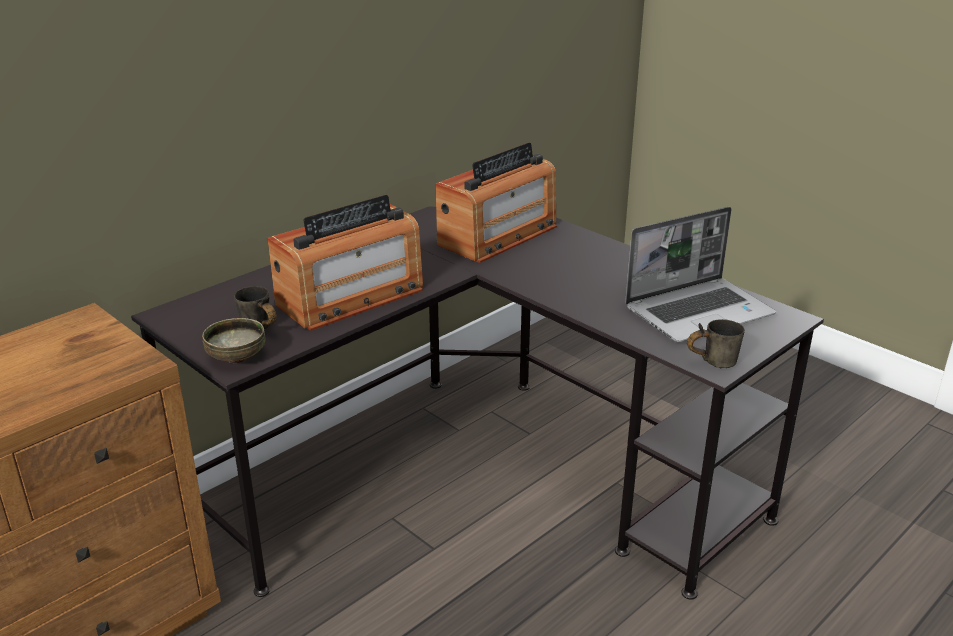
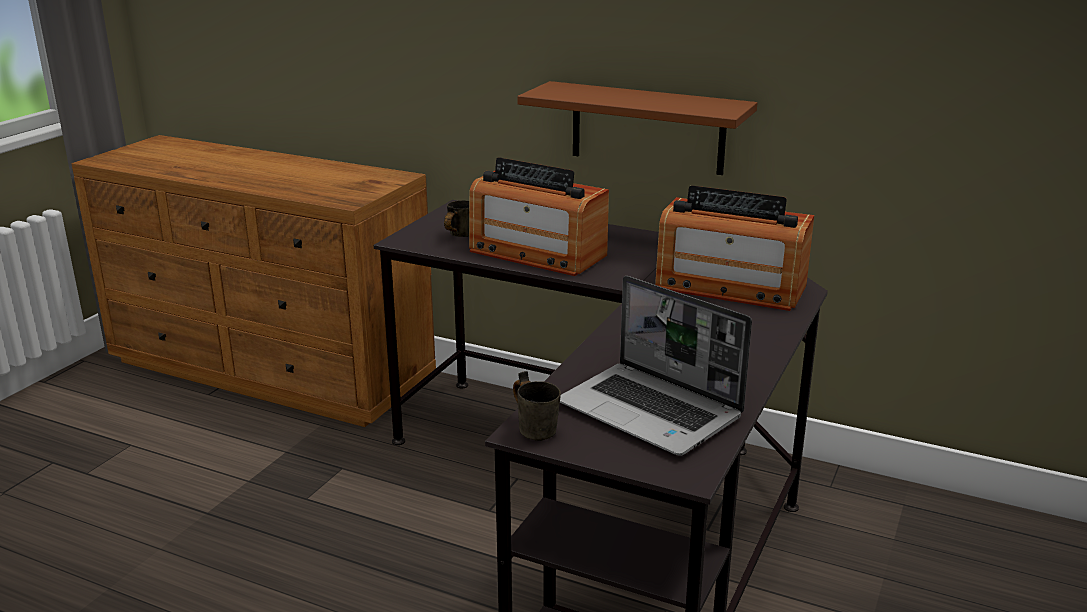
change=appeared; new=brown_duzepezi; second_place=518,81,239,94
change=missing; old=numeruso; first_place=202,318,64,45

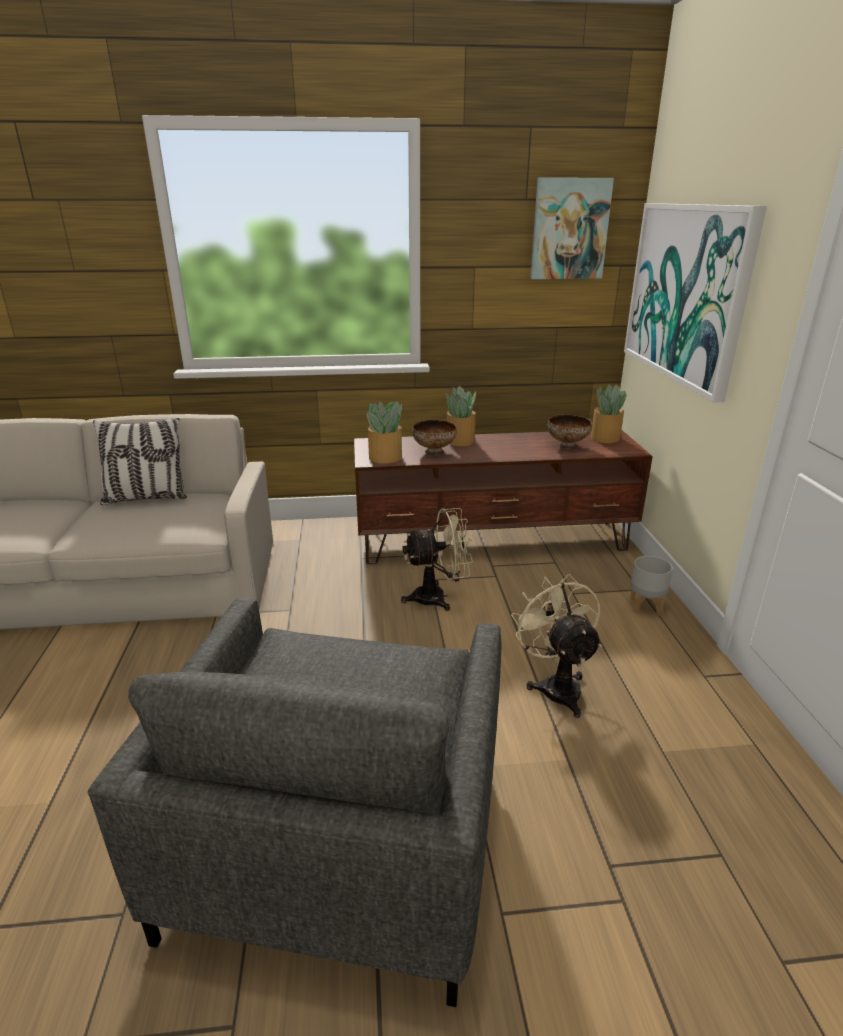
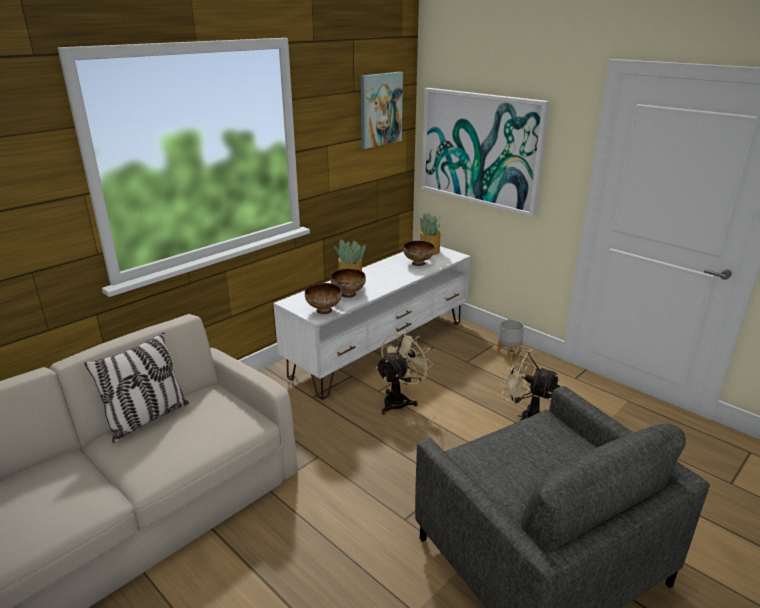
change=colour; old=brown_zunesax; new=white_zunesax; first_place=354,430,299,134; second_place=273,246,198,154
change=exchanged; old=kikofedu; new=numeruso; first_place=361,401,41,62; second_place=305,283,37,31

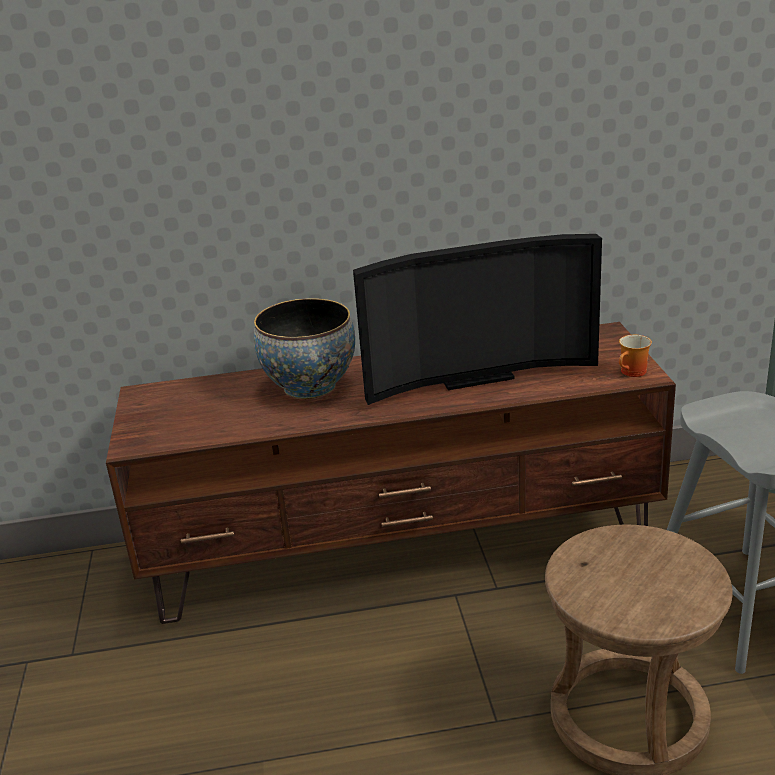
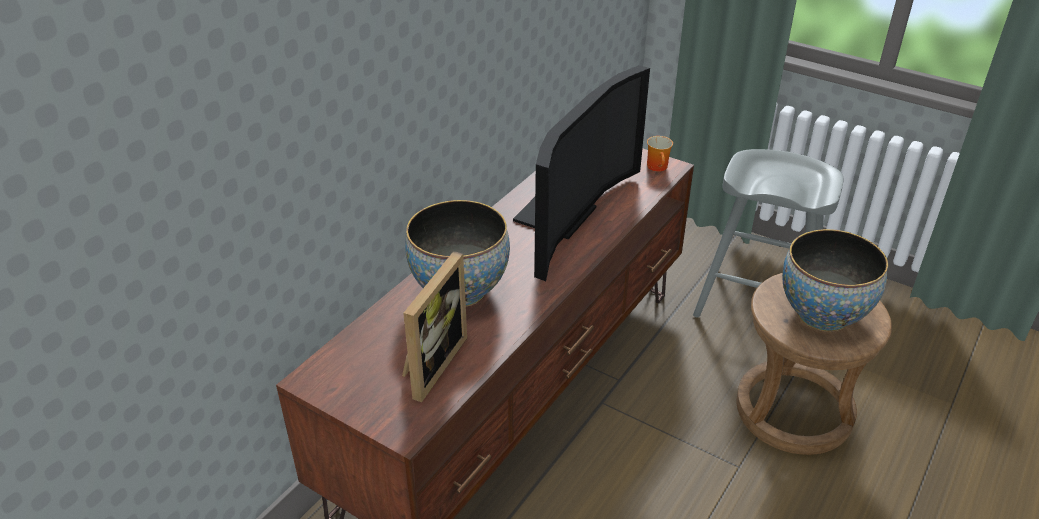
change=appeared; new=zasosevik; second_place=402,251,65,151
change=appeared; new=numeruso; second_place=782,229,106,103

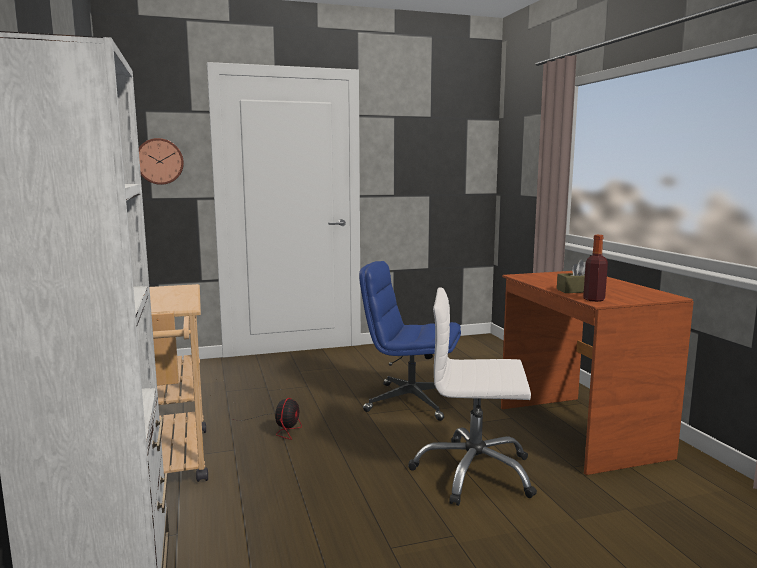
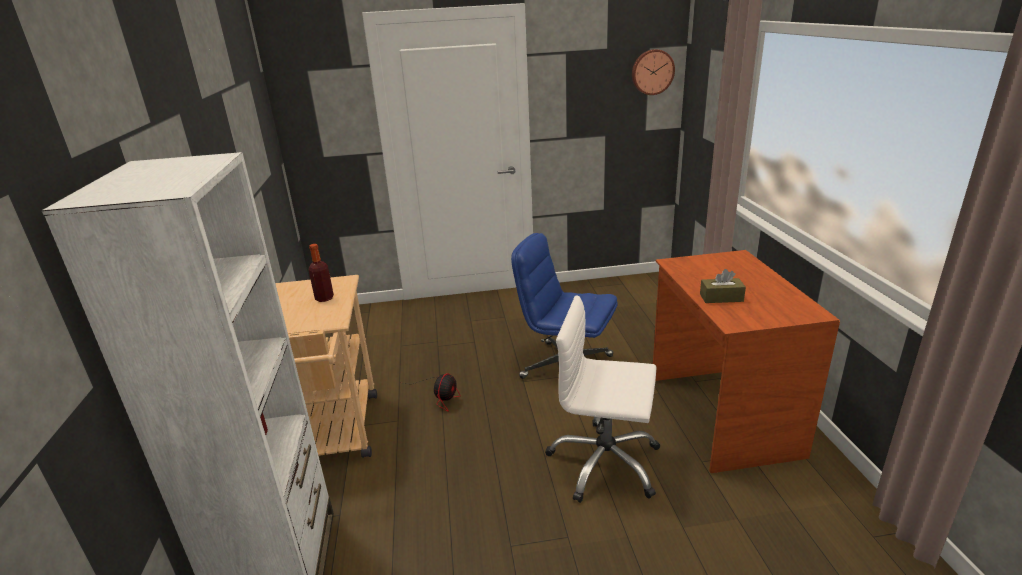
change=relocated; old=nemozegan; first_place=583,235,25,67; second_place=309,244,25,58
change=relocated; old=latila; first_place=139,138,45,47; second_place=632,49,43,46

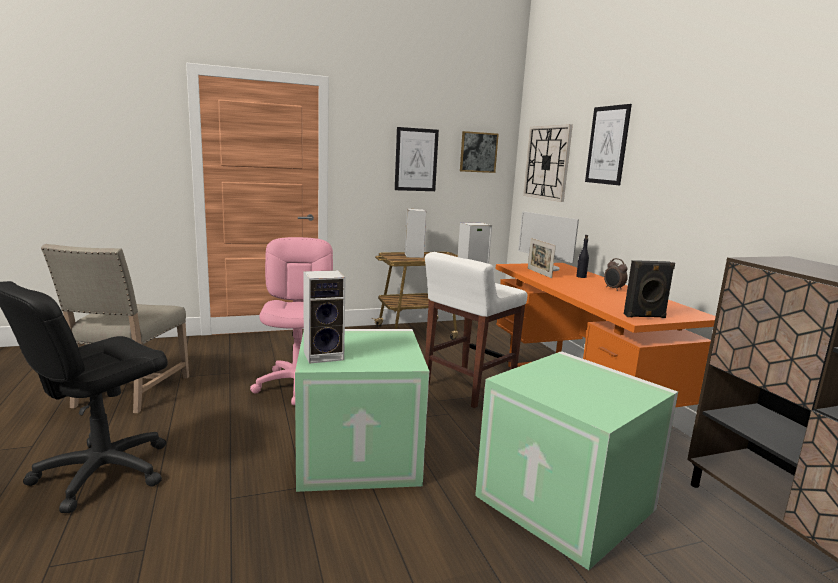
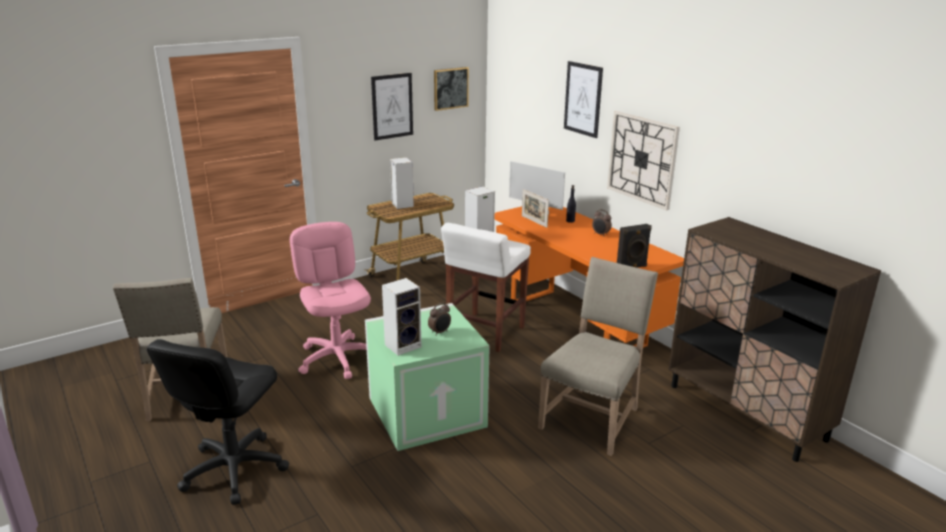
change=appeared; new=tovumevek; second_place=428,303,23,33
change=exchanged; old=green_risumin; new=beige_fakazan; first_place=475,351,203,219; second_place=538,257,120,199
change=relocated; old=latila; first_place=523,124,50,78; second_place=607,111,73,99

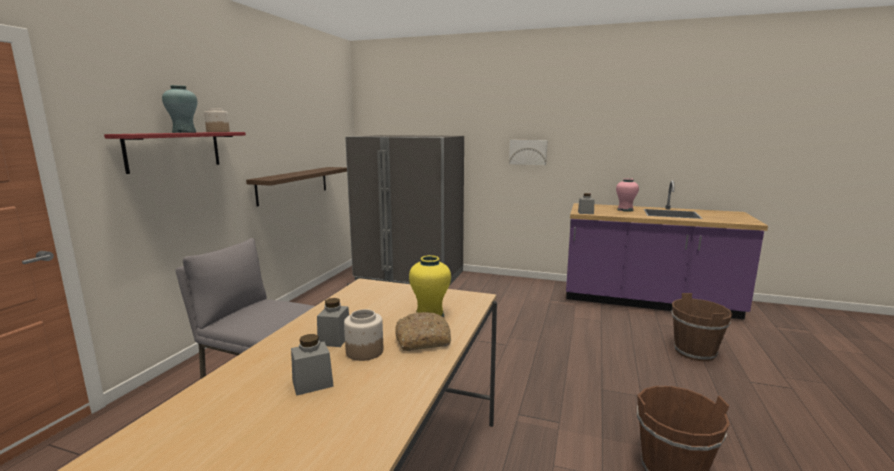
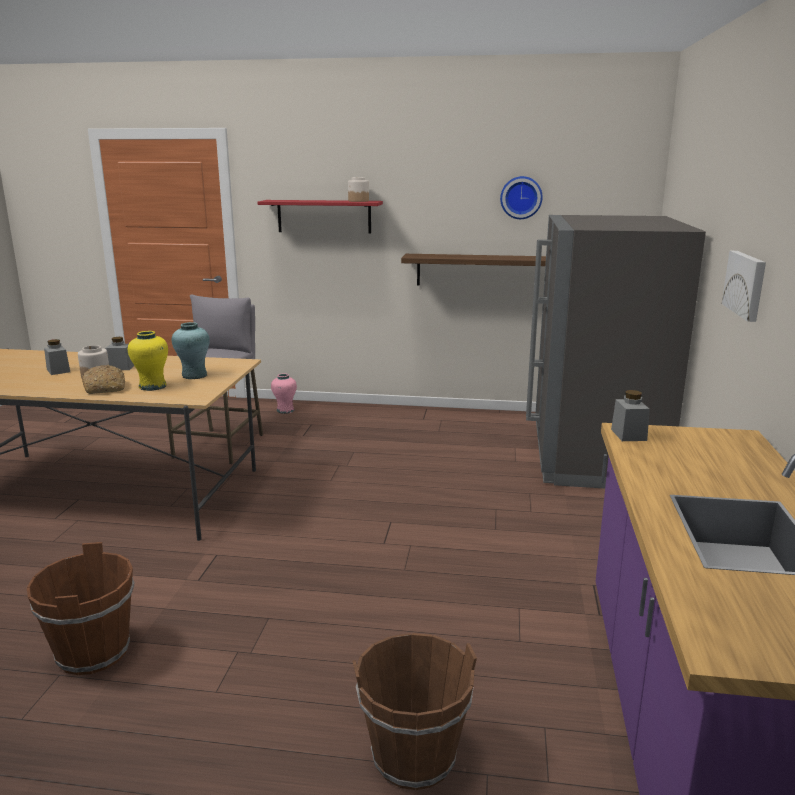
change=relocated; old=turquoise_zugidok; first_place=162,85,36,48; second_place=172,322,38,57
change=relocated; old=pink_zugidok; first_place=616,178,23,34; second_place=271,373,26,41
change=appeared; new=latila; second_place=500,176,43,43

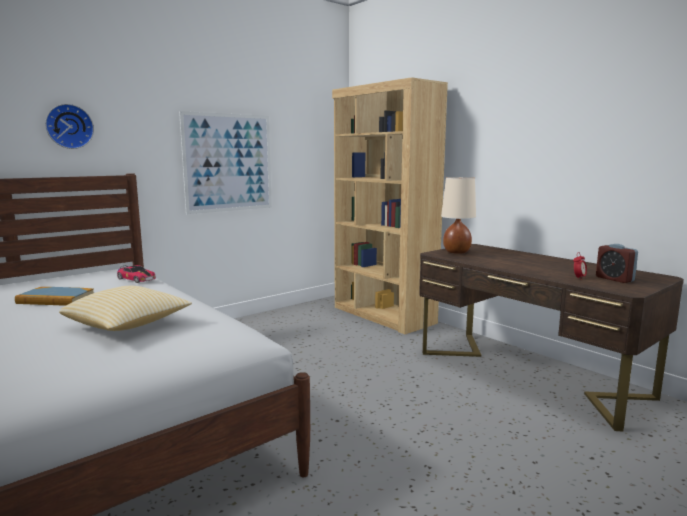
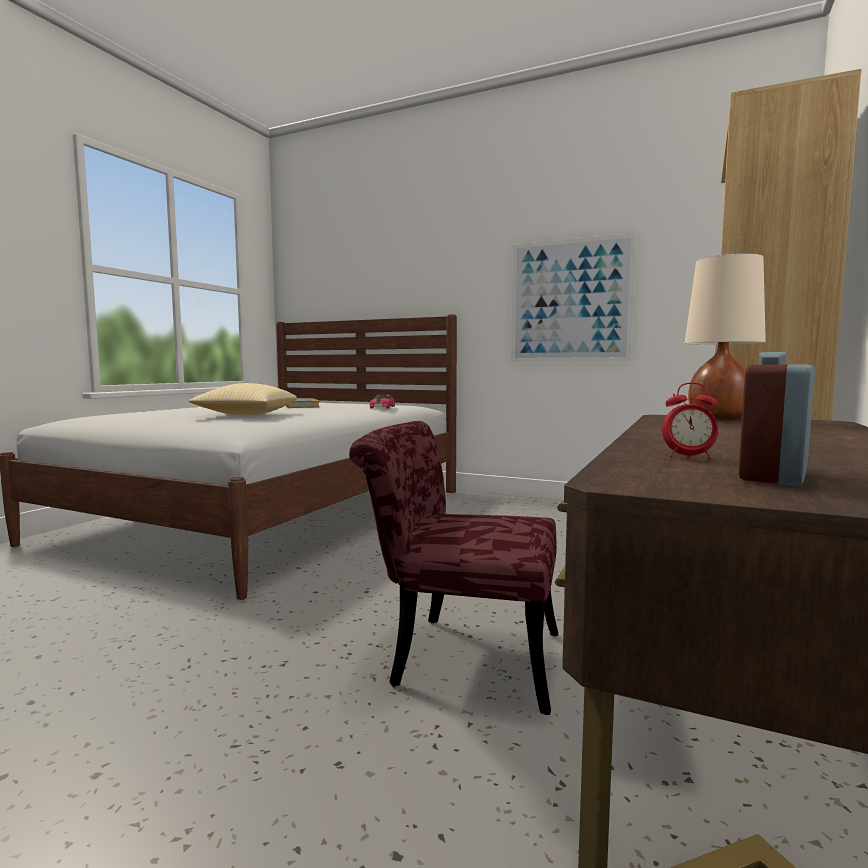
change=appeared; new=red_fakazan; second_place=349,421,209,294
change=missing; old=latila; first_place=45,104,49,45

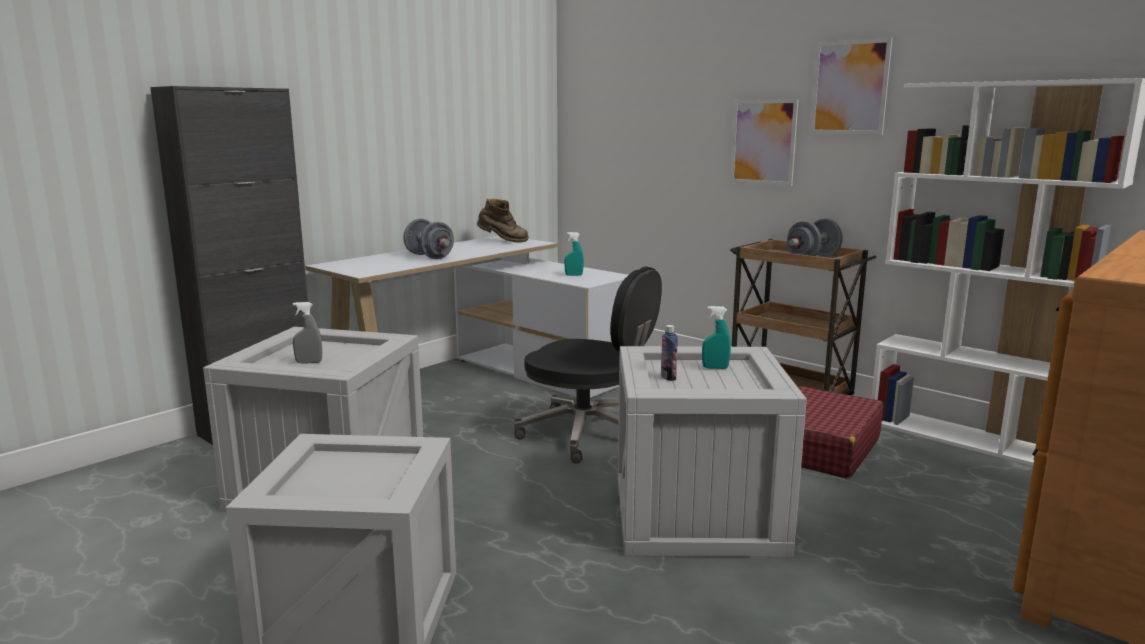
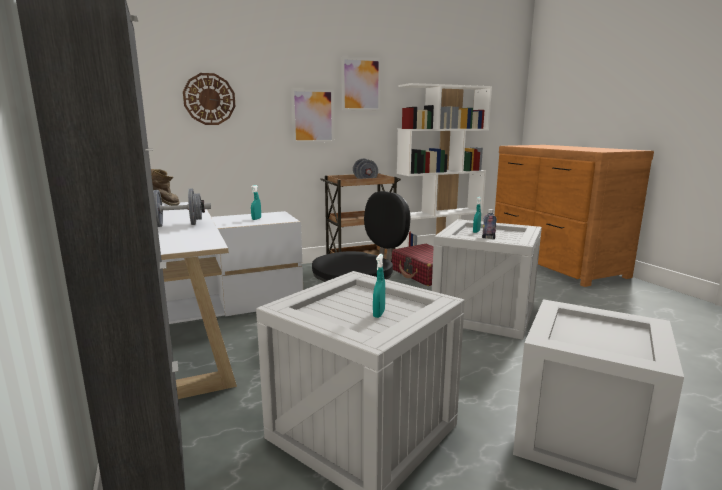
change=appeared; new=latila; second_place=183,73,53,52
change=colour; old=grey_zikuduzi; new=turquoise_zikuduzi; first_place=293,302,29,62; second_place=373,254,12,64

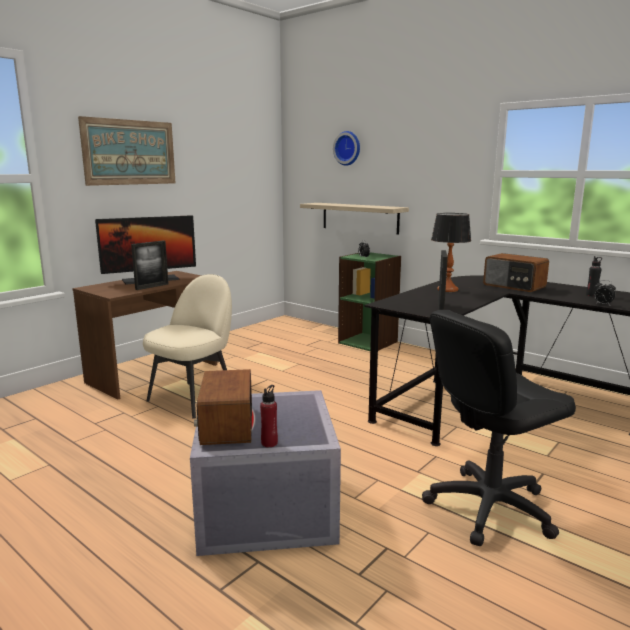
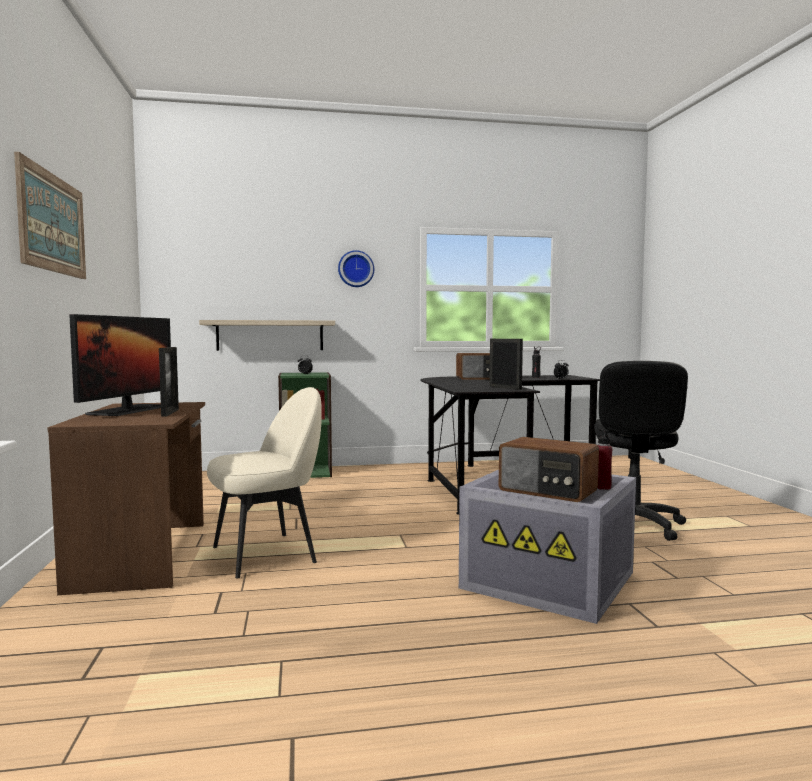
change=spun; old=beige_fakazan; first_place=143,274,89,145; second_place=207,387,115,191; degrees=75
change=relocated; old=latila; first_place=333,131,27,35; second_place=338,250,36,37
change=missing; old=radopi; first_place=431,213,40,79

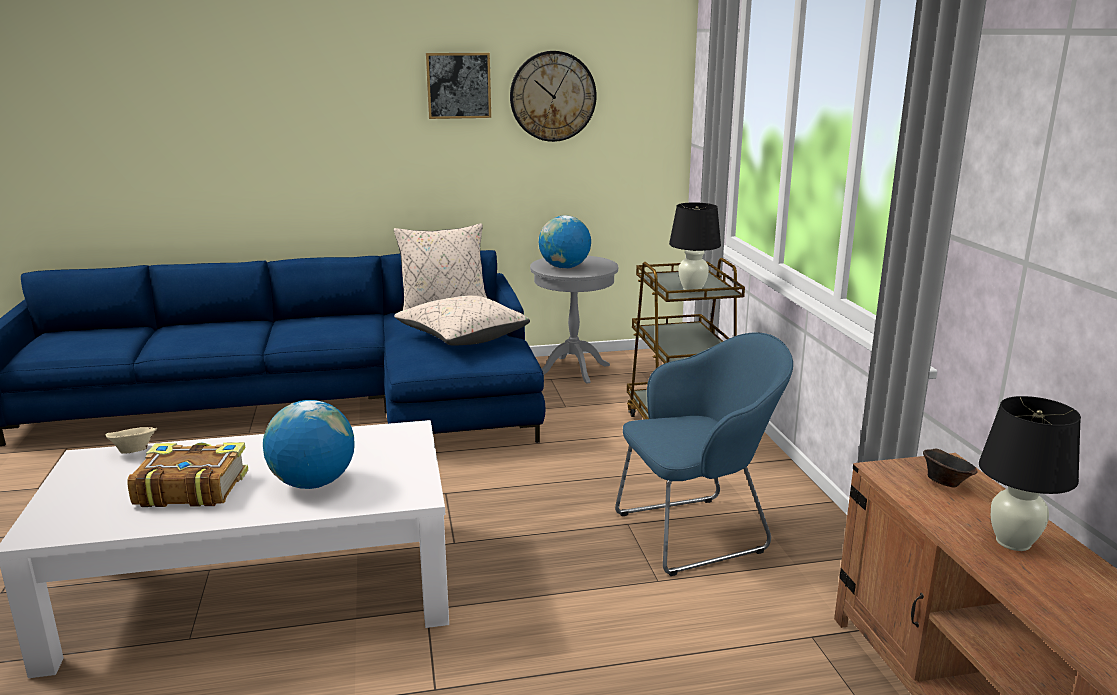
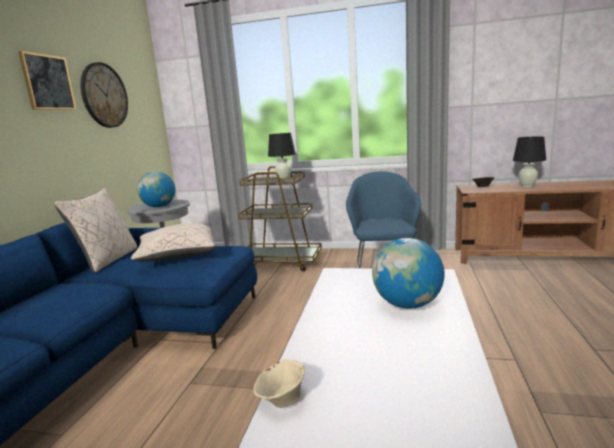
change=missing; old=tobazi; first_place=127,442,121,65

